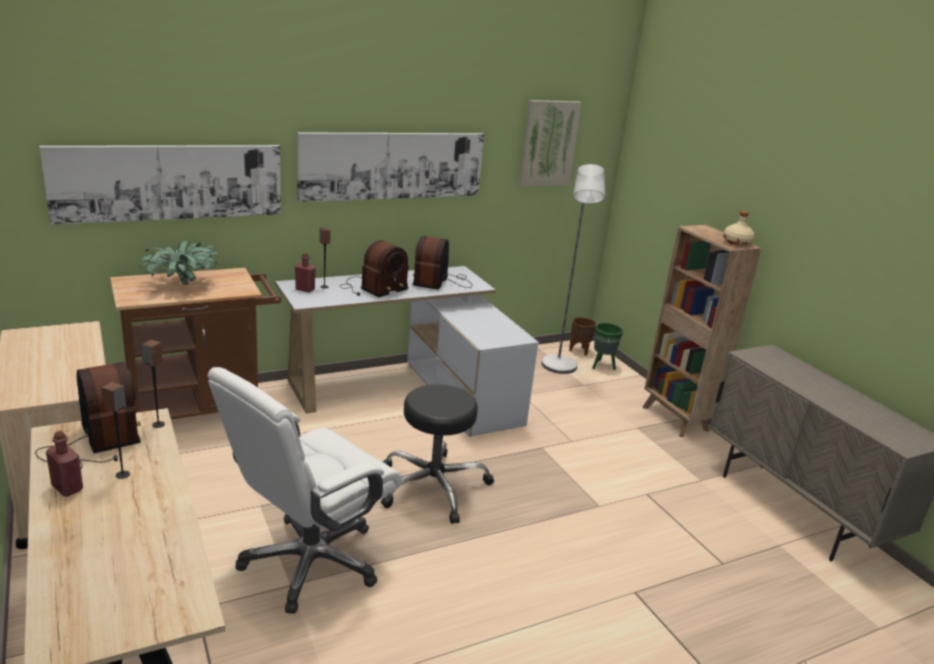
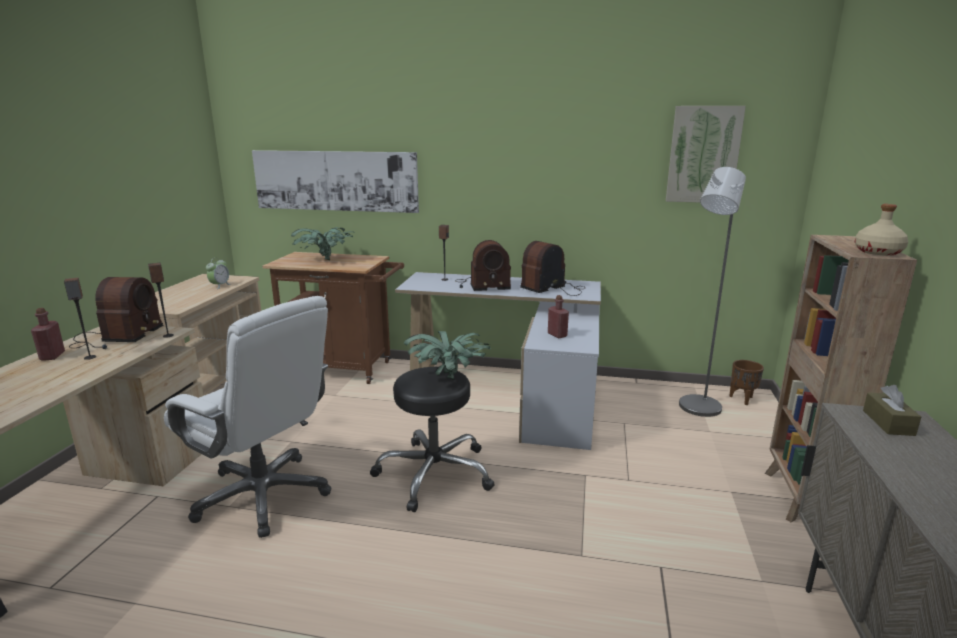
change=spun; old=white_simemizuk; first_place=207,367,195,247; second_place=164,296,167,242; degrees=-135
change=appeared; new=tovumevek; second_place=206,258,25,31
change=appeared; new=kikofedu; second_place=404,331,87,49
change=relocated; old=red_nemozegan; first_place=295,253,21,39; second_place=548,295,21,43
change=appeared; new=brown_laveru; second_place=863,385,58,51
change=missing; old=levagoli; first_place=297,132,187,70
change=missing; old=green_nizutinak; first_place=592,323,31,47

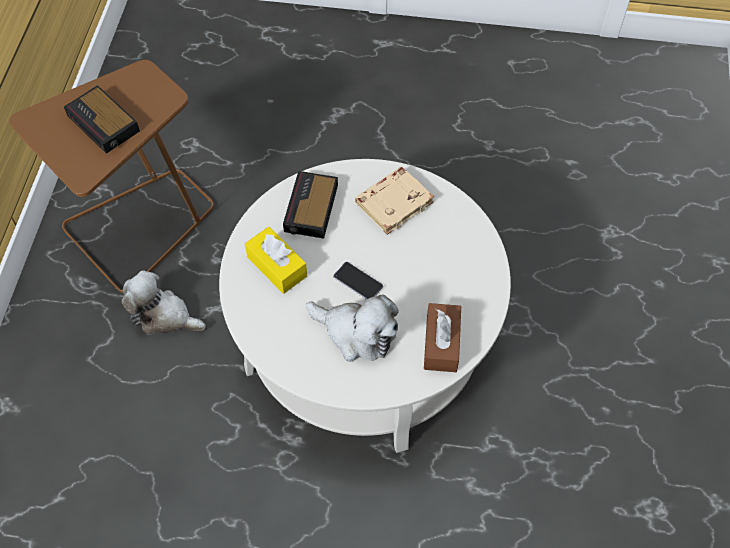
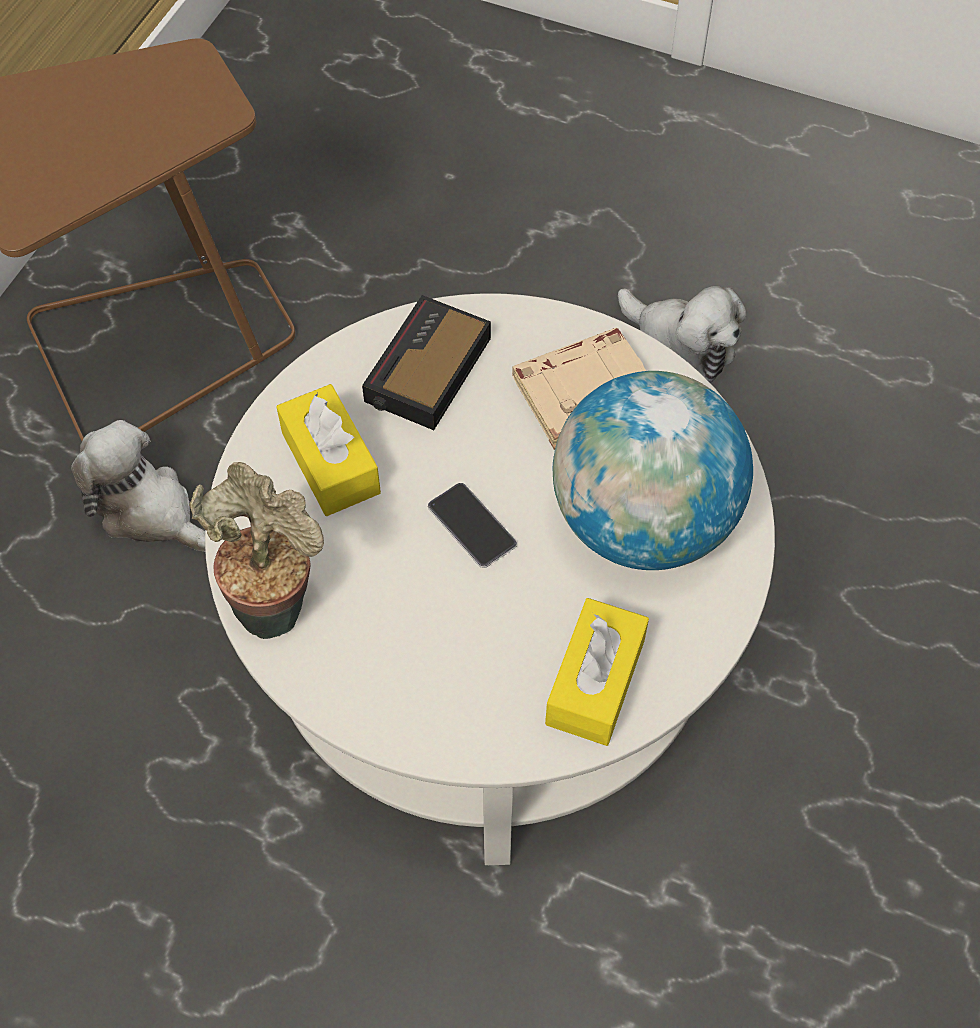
change=appeared; new=kikofedu; second_place=189,462,135,177
change=colour; old=brown_laveru; new=yellow_laveru; first_place=424,303,37,69; second_place=545,598,104,148
change=appeared; new=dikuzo; second_place=553,371,200,199
change=relocated; old=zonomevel; first_place=306,295,93,67; second_place=618,286,129,97
change=missing; old=tovumevek; first_place=64,85,76,69

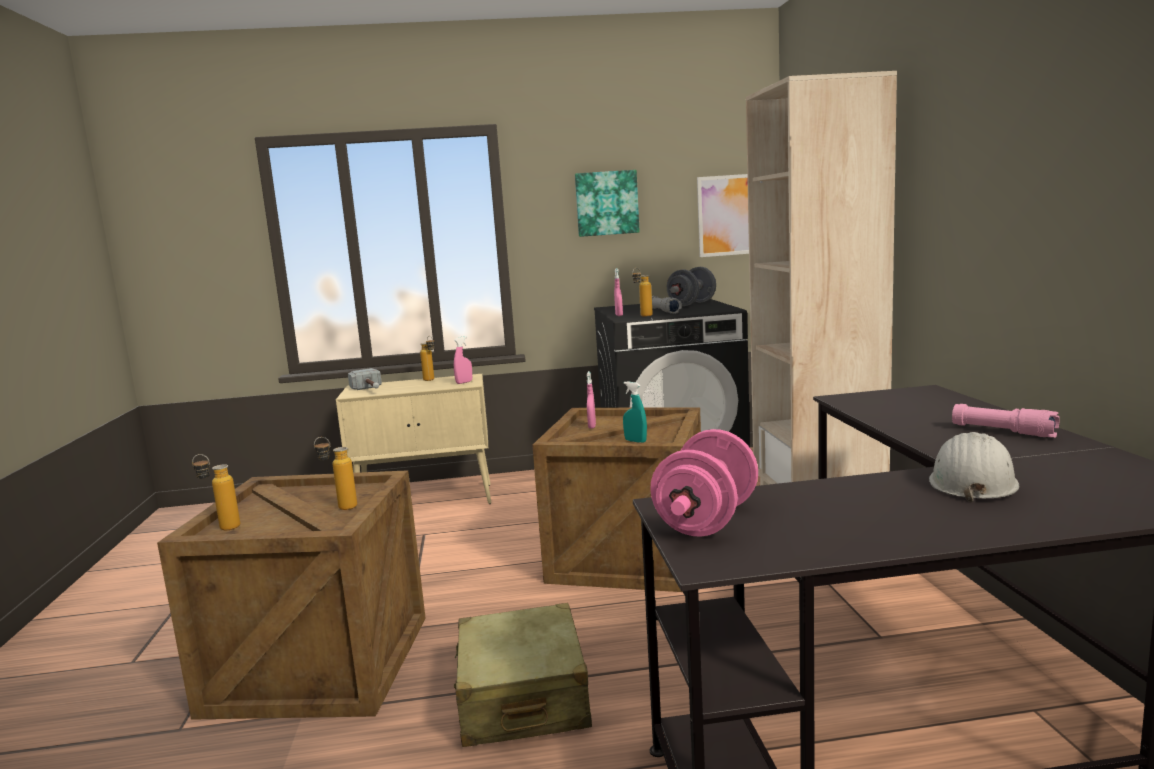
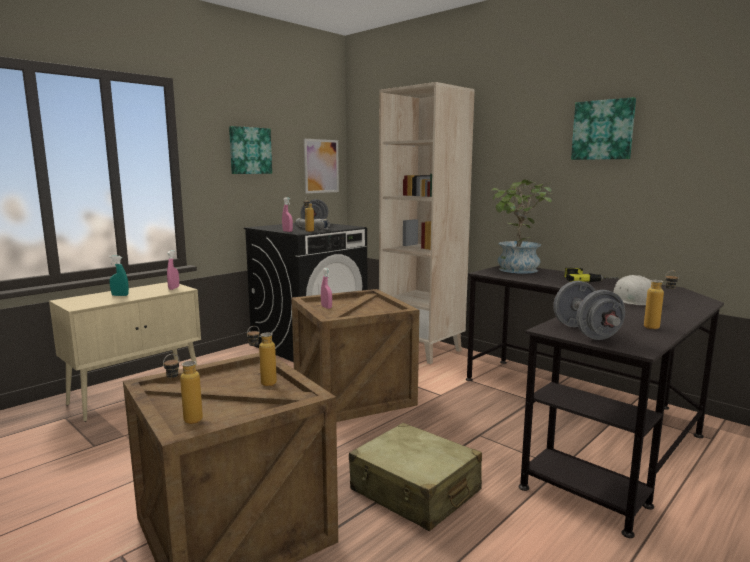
change=relocated; old=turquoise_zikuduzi; first_place=623,381,24,62; second_place=109,256,20,40
change=appeared; new=kikofedu; second_place=491,179,61,95
change=colour; old=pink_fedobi; new=grey_fedobi; first_place=650,429,108,108; second_place=553,281,72,59
change=exchanged; old=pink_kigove; new=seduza; first_place=952,404,108,34; second_place=565,268,53,14
change=appeared; new=levagoli; second_place=571,97,65,63
change=relocated; old=nemozegan; first_place=420,336,15,45; second_place=644,271,35,58
change=missing; old=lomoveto; first_place=348,368,34,22

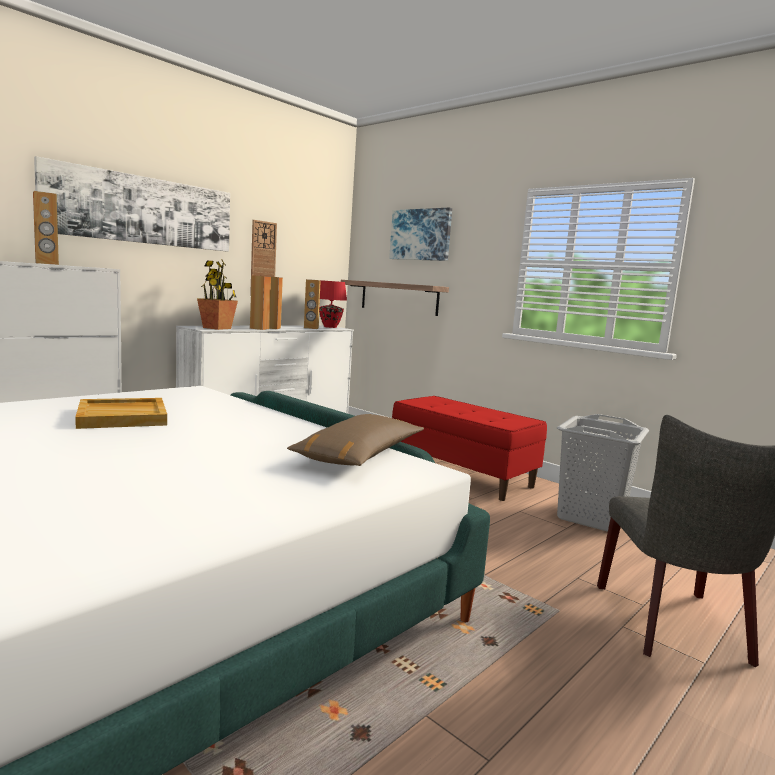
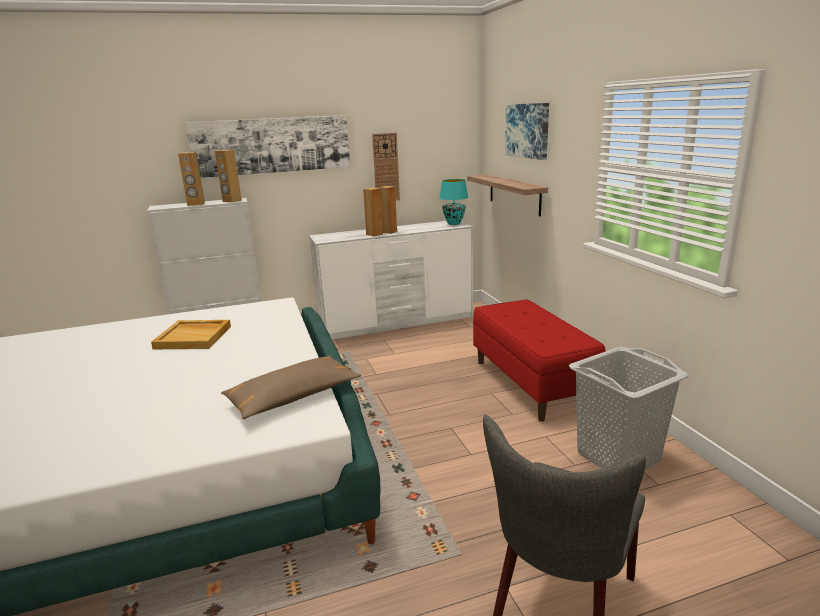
change=relocated; old=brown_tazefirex; first_place=304,279,17,50; second_place=215,150,27,52
change=colour; old=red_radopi; new=turquoise_radopi; first_place=319,280,28,48; second_place=439,179,29,46
change=missing; old=kikofedu; first_place=197,259,41,71

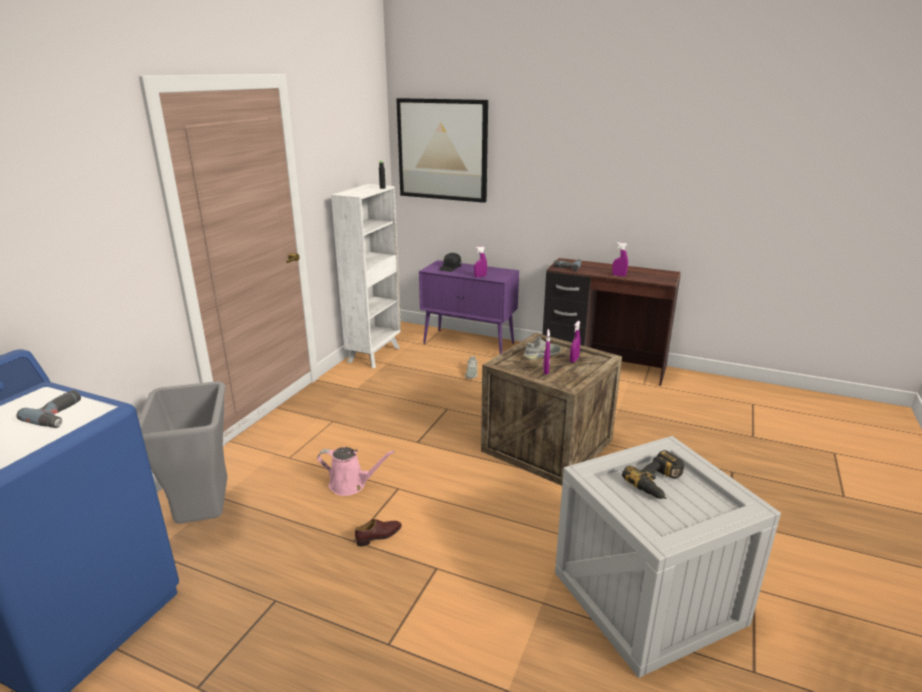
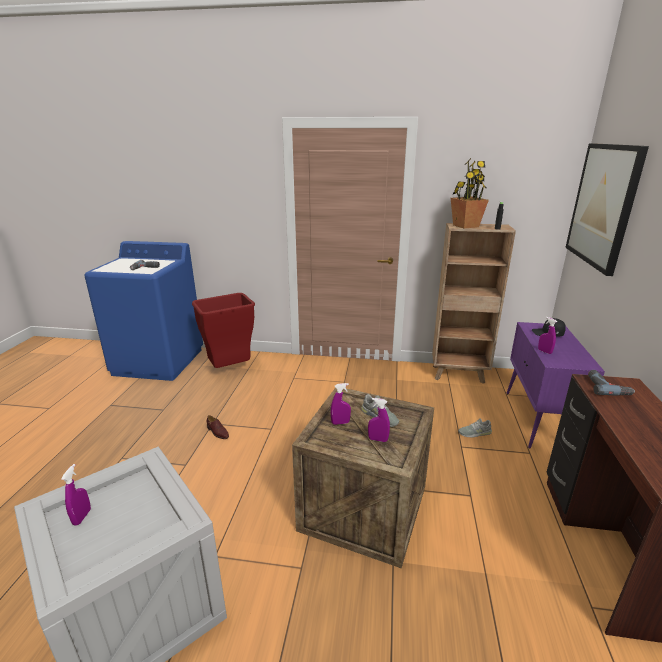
change=relocated; old=purple_zikuduzi; first_place=612,242,16,35; second_place=61,464,30,62
change=colour; old=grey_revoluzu; new=red_revoluzu; first_place=139,381,89,143; second_place=192,293,63,75
change=colour; old=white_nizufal; new=brown_nizufal; first_place=331,184,70,184; second_place=432,223,84,161
change=appeared; new=kikofedu; second_place=451,159,38,69
change=missing; old=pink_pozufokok; first_place=317,447,78,49
change=missing; old=seduza; first_place=622,450,62,49

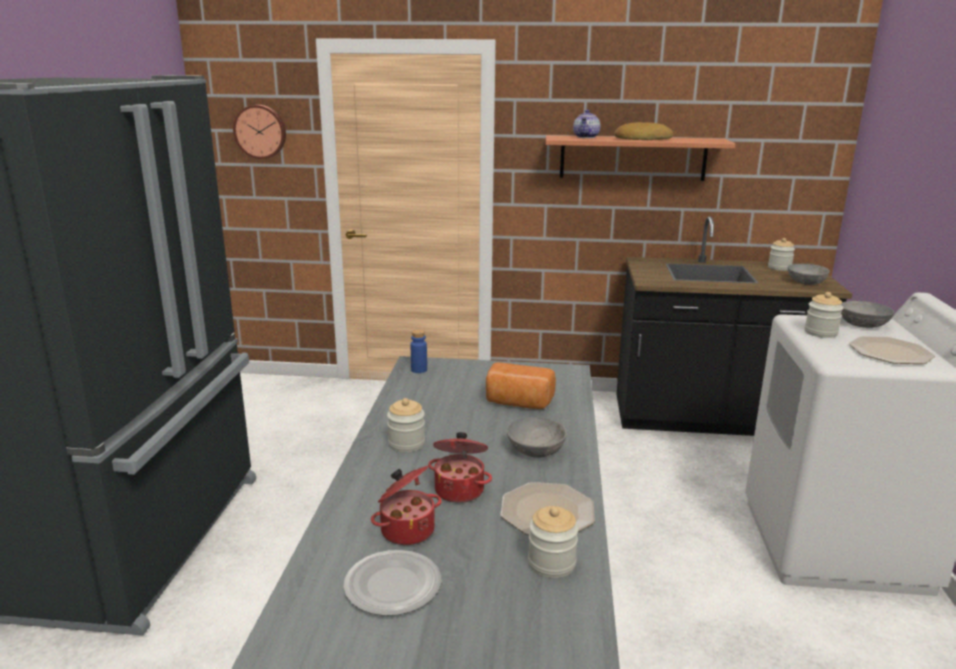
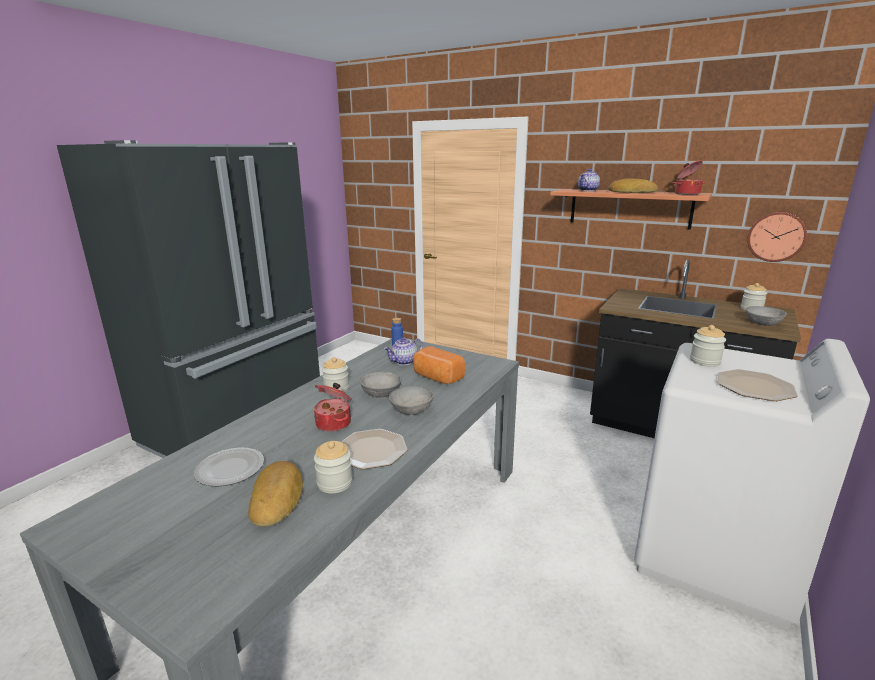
change=appeared; new=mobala; second_place=248,461,55,65
change=relocated; old=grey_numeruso; first_place=841,301,53,27; second_place=359,372,42,26
change=appeared; new=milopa; second_place=384,337,39,28
change=relocated; old=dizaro; first_place=371,466,71,79; second_place=673,160,32,35
change=relocated; old=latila; first_place=233,105,53,54; second_place=747,211,60,51

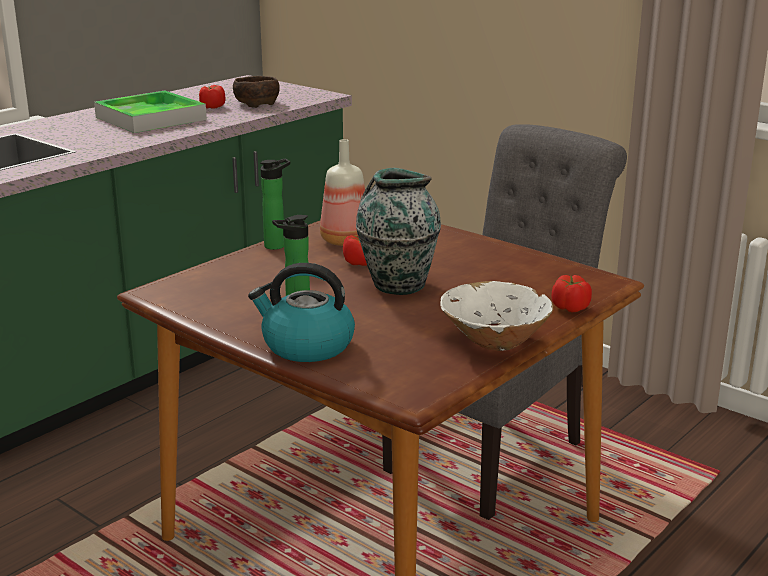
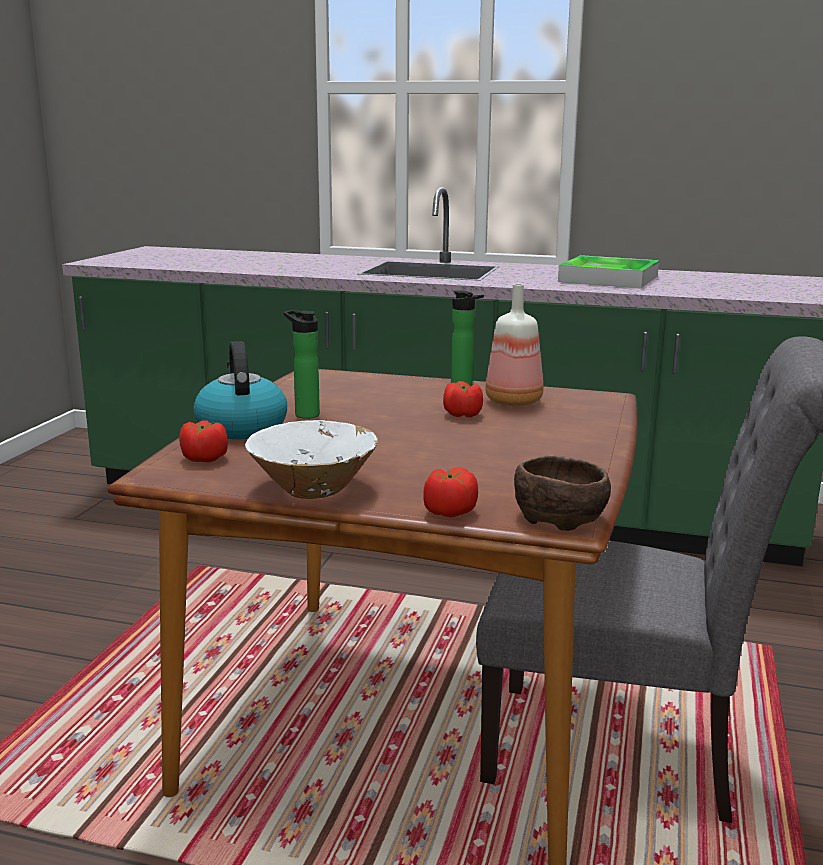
change=relocated; old=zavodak; first_place=199,85,26,24; second_place=179,421,49,41
change=relocated; old=brown_numeruso; first_place=233,76,47,32; second_place=514,455,97,76
change=missing; old=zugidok; first_place=356,168,85,127

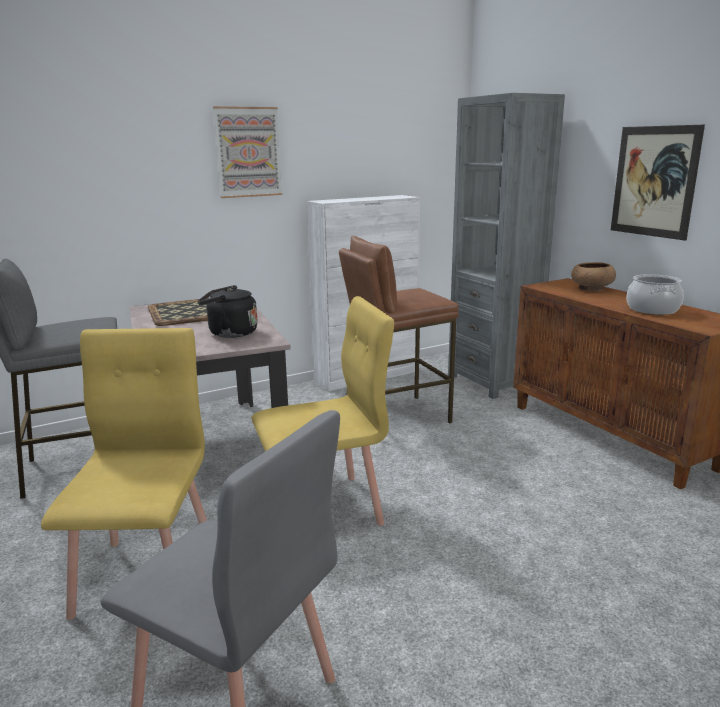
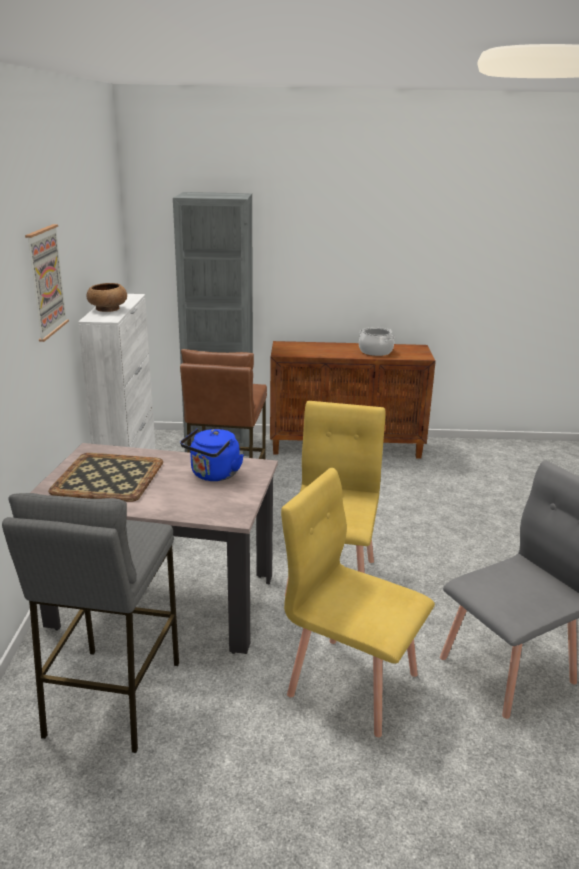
change=relocated; old=brown_numeruso; first_place=571,262,45,30; second_place=87,283,40,29
change=colour; old=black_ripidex; new=blue_ripidex; first_place=198,285,60,53; second_place=180,428,64,53
change=missing; old=levagoli; first_place=611,125,94,116

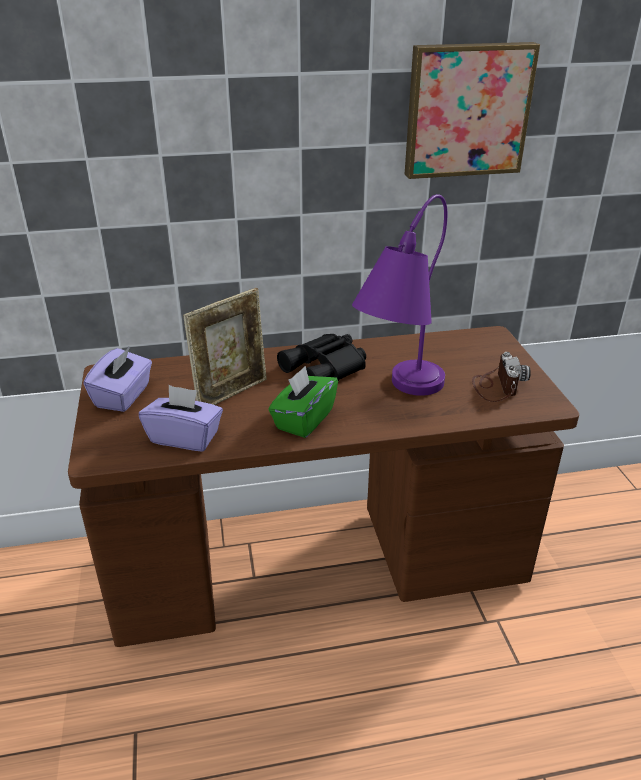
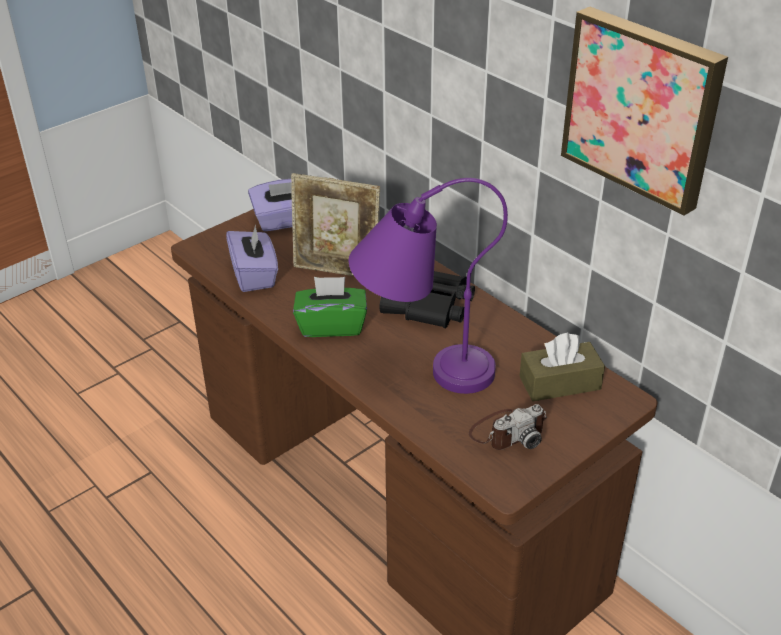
change=appeared; new=brown_laveru; second_place=519,332,86,69

